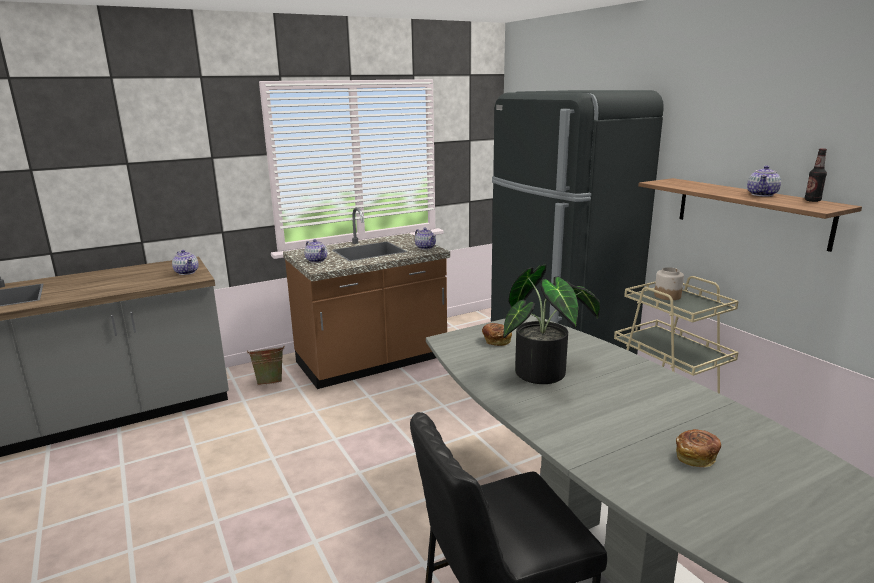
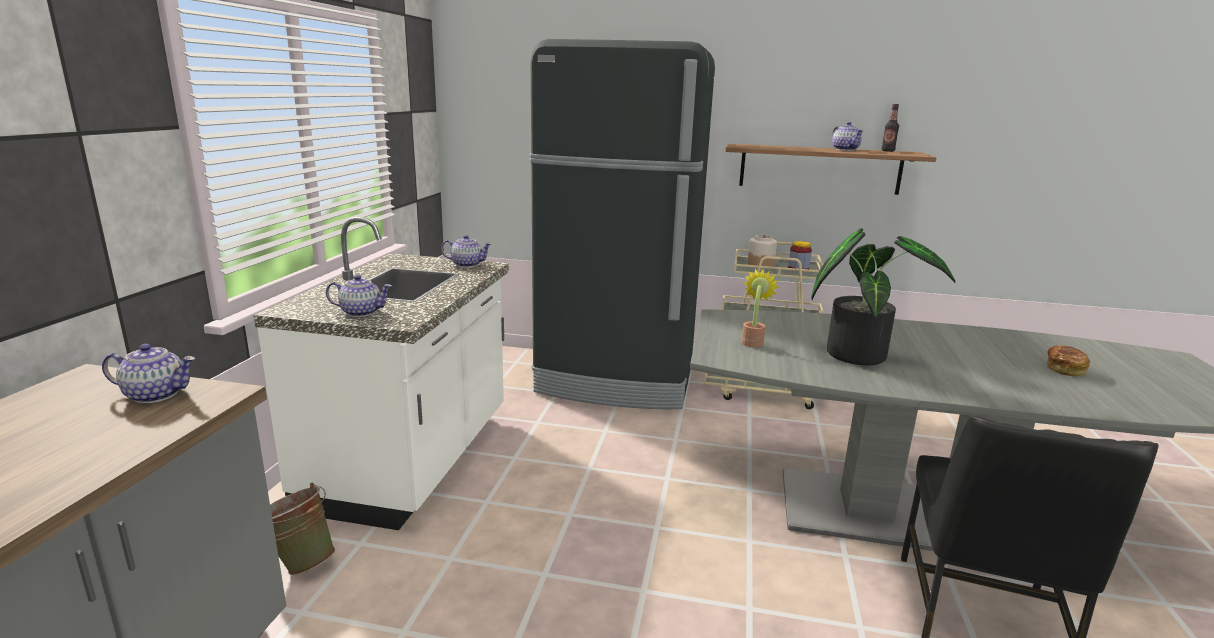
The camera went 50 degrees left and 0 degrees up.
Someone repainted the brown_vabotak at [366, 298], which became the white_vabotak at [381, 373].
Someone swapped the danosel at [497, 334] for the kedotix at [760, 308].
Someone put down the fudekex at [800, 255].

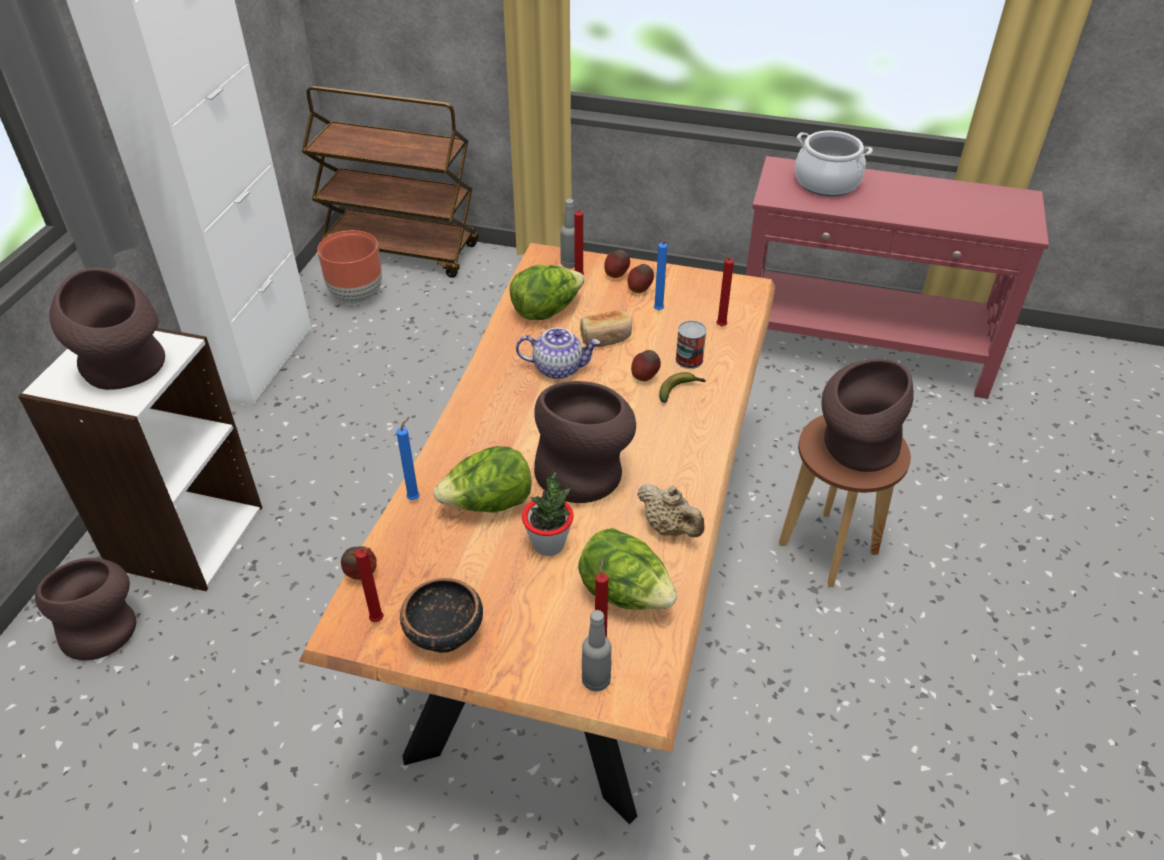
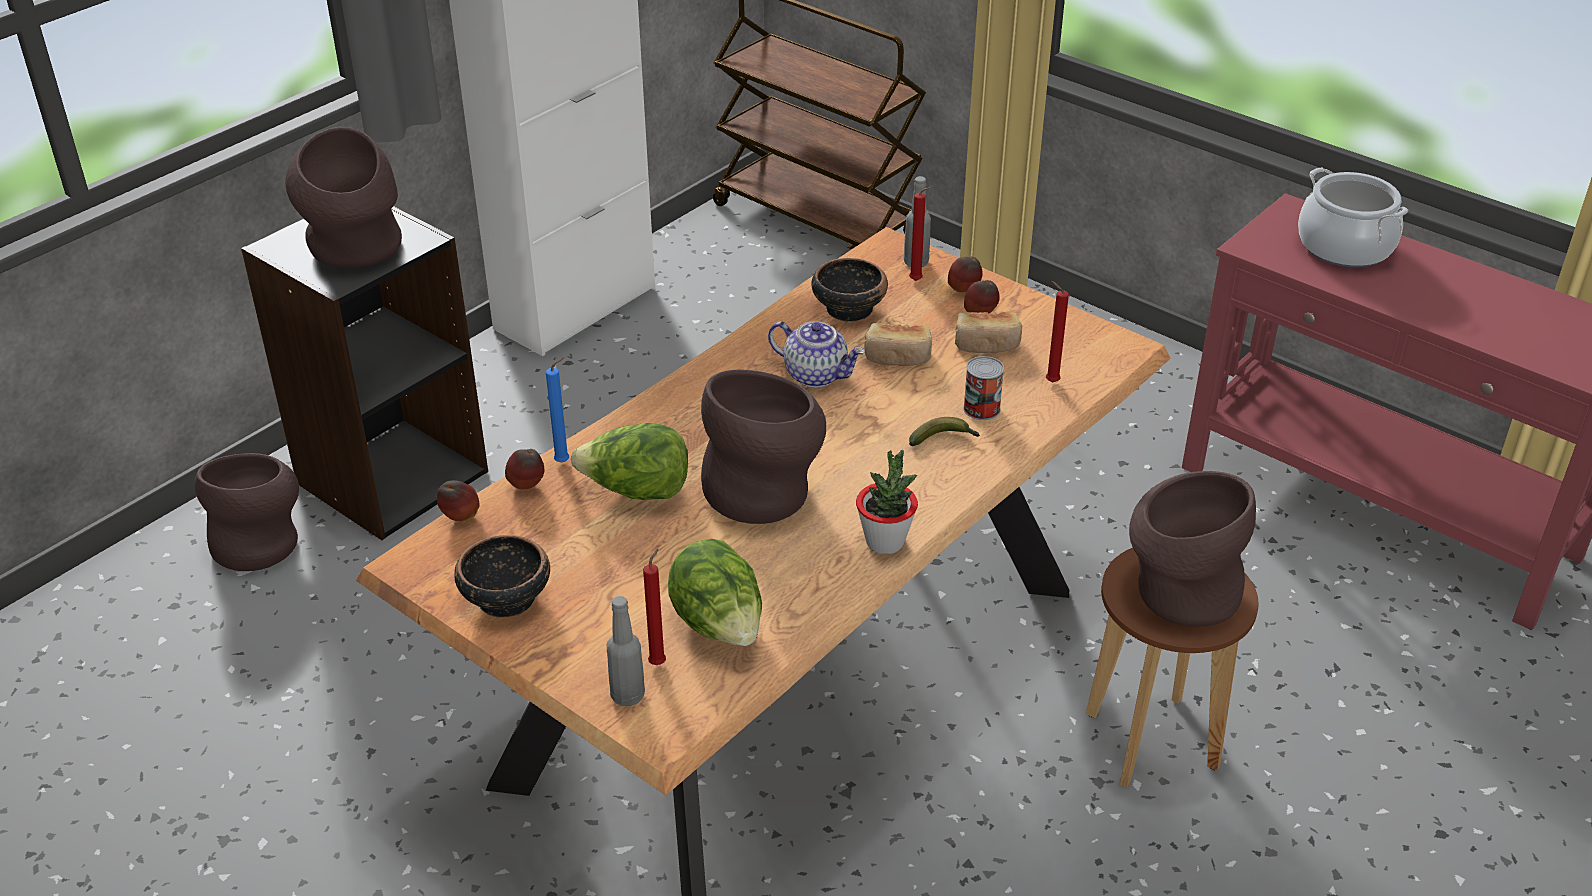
The camera went 25 degrees right and 5 degrees down.
Someone repainted the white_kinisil at [140, 459], which became the black_kinisil at [364, 373].
Someone took away the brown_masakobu at [349, 266].
Someone took away the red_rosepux at [369, 584].
Someone swapped the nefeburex at [546, 292] for the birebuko at [849, 289].
Someone carried the kedotix from [548, 514] to [887, 501].
Someone carried the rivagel from [646, 365] to [524, 469].
Someone took away the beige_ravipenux at [670, 510].
Someone swapped the blue_rosepux at [661, 275] for the danosel at [988, 332].

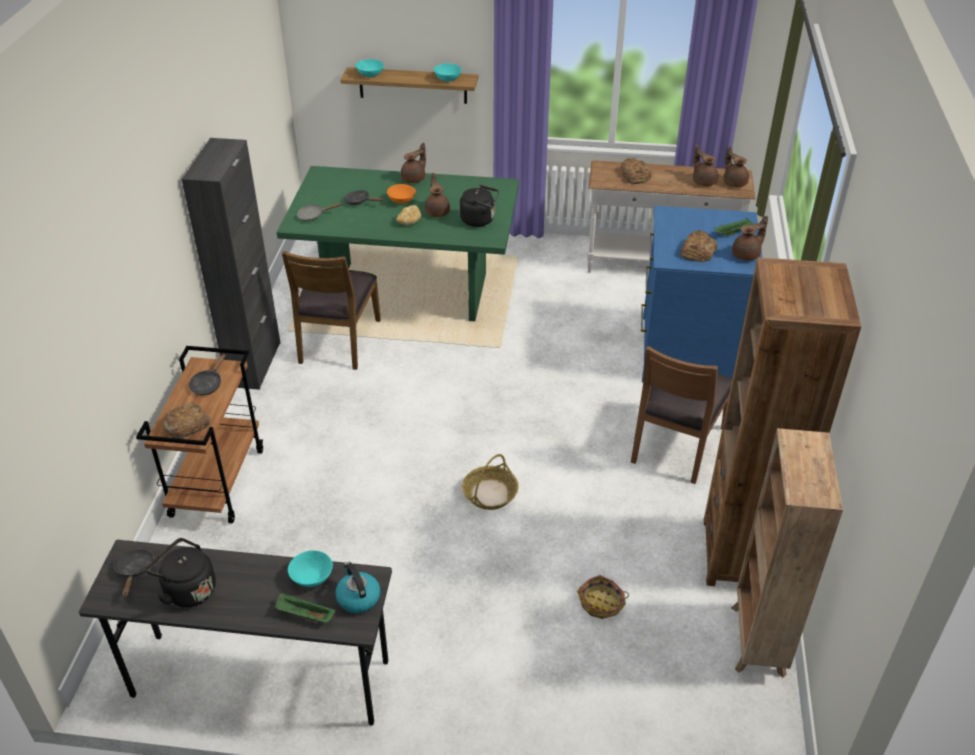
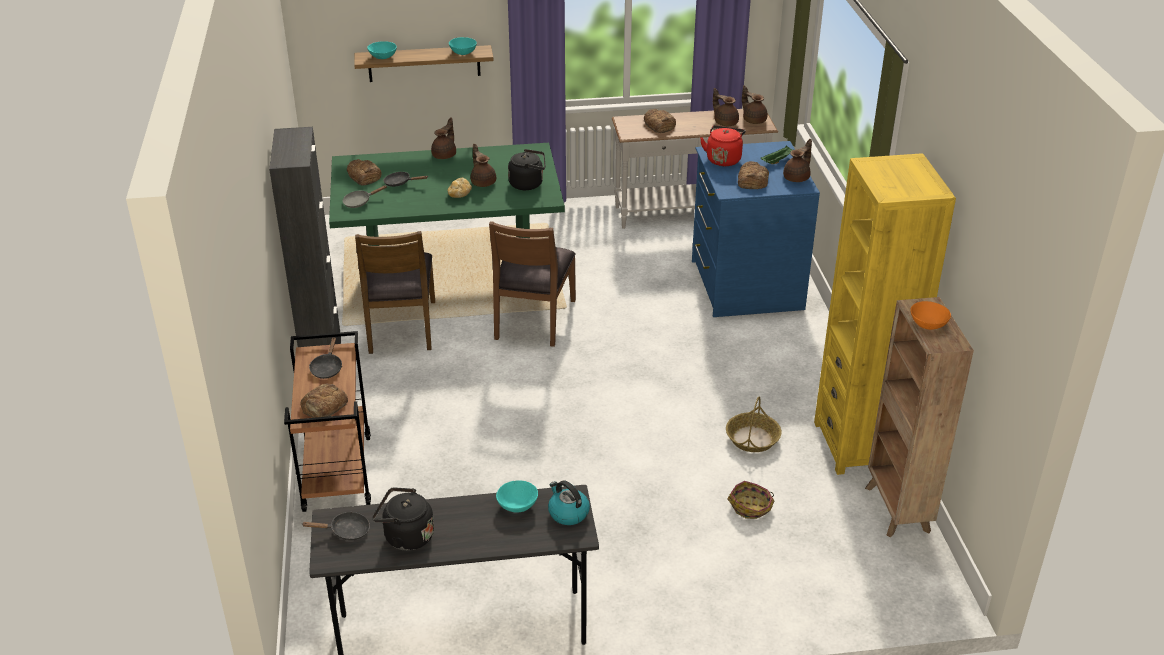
The camera went 15 degrees left and 5 degrees down.
Someone rotated the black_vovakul at [133, 573] by 105 degrees clockwise.
Someone took away the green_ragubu at [305, 607].
Someone carried the orange_birebuko from [401, 194] to [930, 315].
Someone carried the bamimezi from [490, 482] to [754, 424].
Someone carried the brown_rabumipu from [681, 415] to [532, 284].
Someone repainted the brown_kinisil at [782, 421], which became the yellow_kinisil at [885, 314].
Someone put down the danosel at [364, 172].
Someone put down the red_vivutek at [723, 145].

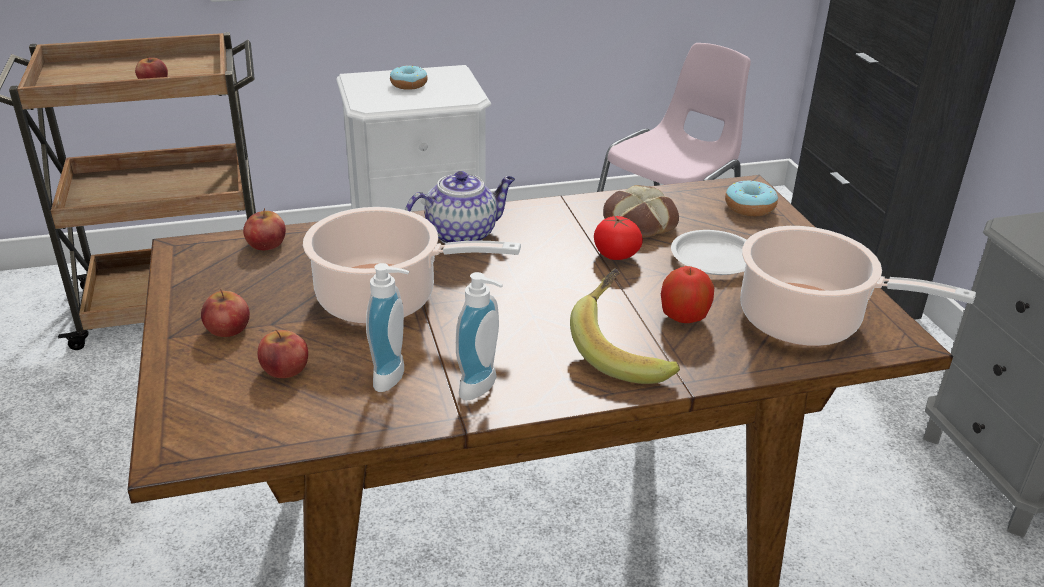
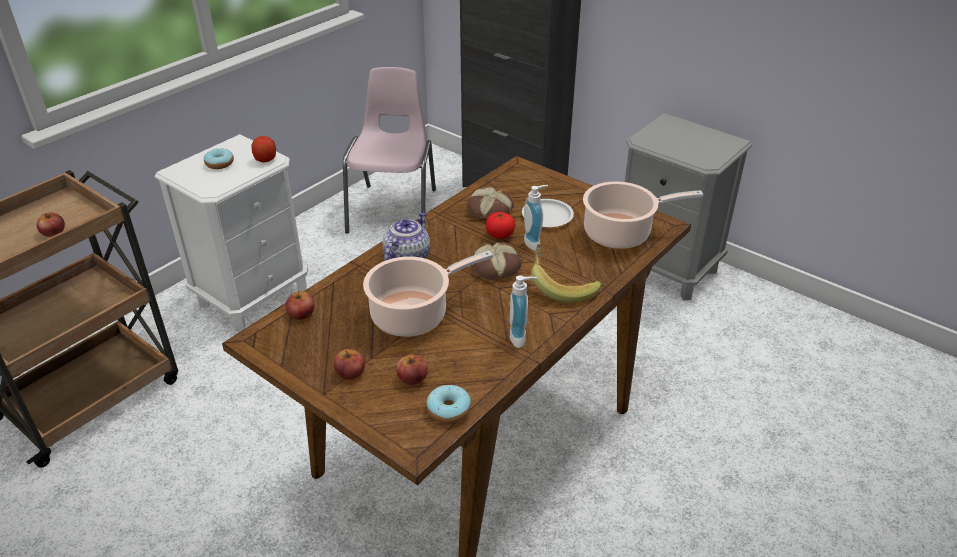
The camera went 35 degrees left and 5 degrees up.
Someone carried the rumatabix from [387, 327] to [536, 218].
Someone carried the rivagel from [687, 294] to [263, 149].
Someone carried the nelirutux from [751, 198] to [448, 404].
Someone put down the danosel at [497, 261].

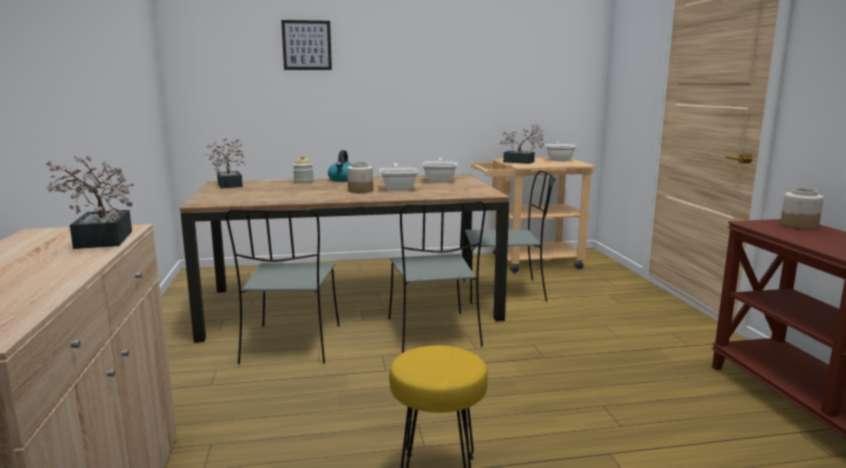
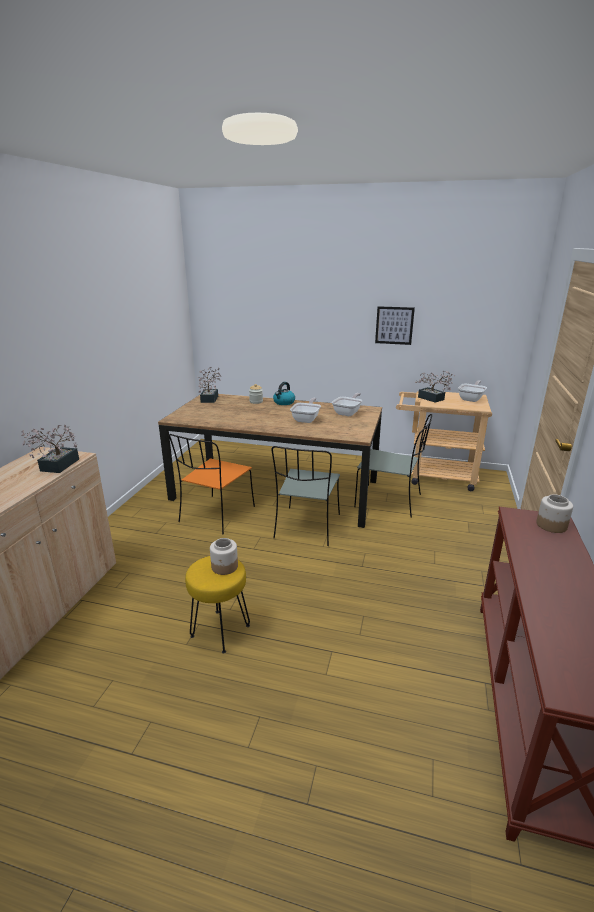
The camera went 25 degrees right and 10 degrees up.
Someone repainted the grey_rabumipu at [283, 286], which became the orange_rabumipu at [212, 484].
Someone carried the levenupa from [306, 45] to [395, 325].
Someone carried the fudekex from [360, 177] to [224, 556].

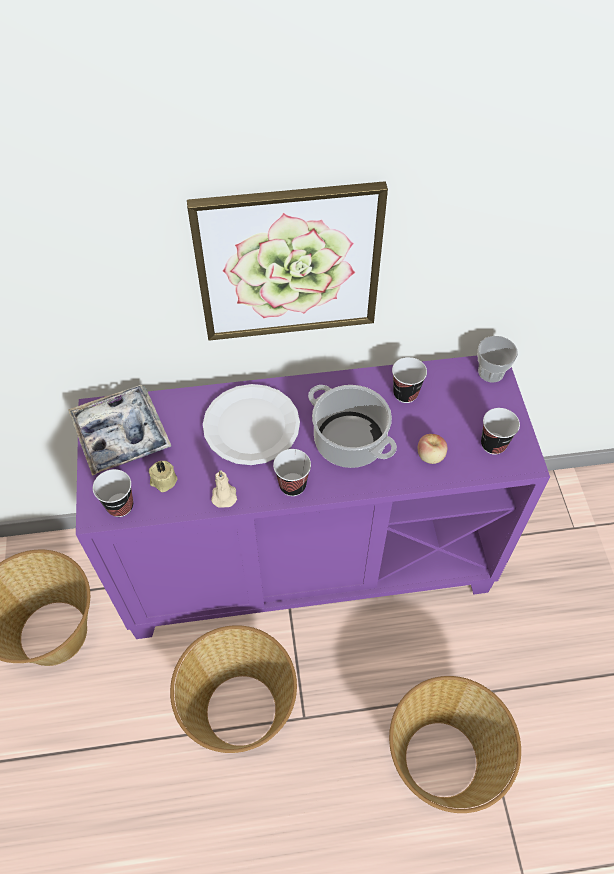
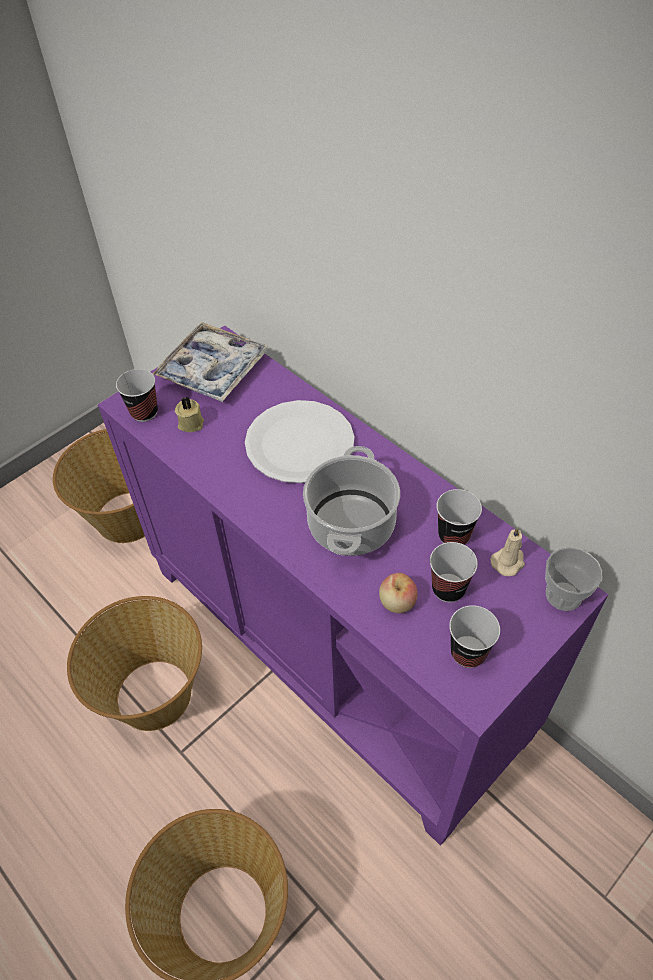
The camera went 55 degrees right and 5 degrees down.
Someone took away the levenupa at [287, 261].
Someone carried the beige_rosepux from [224, 489] to [507, 551].
Someone carried the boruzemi from [292, 472] to [454, 572].

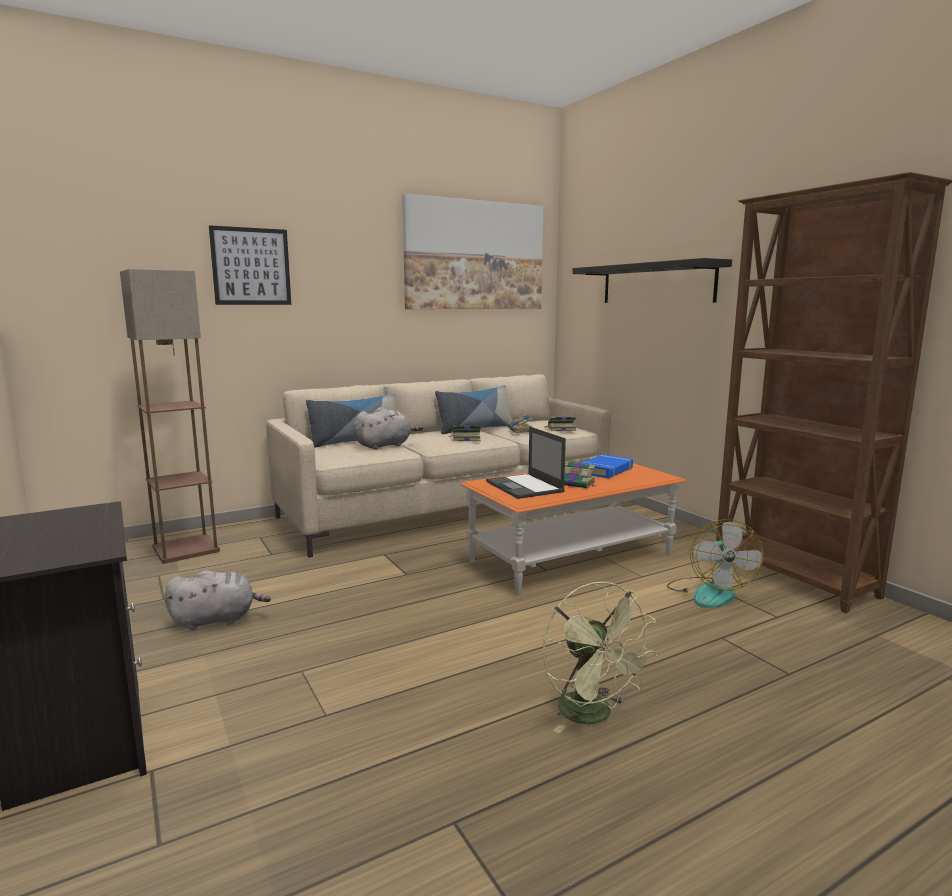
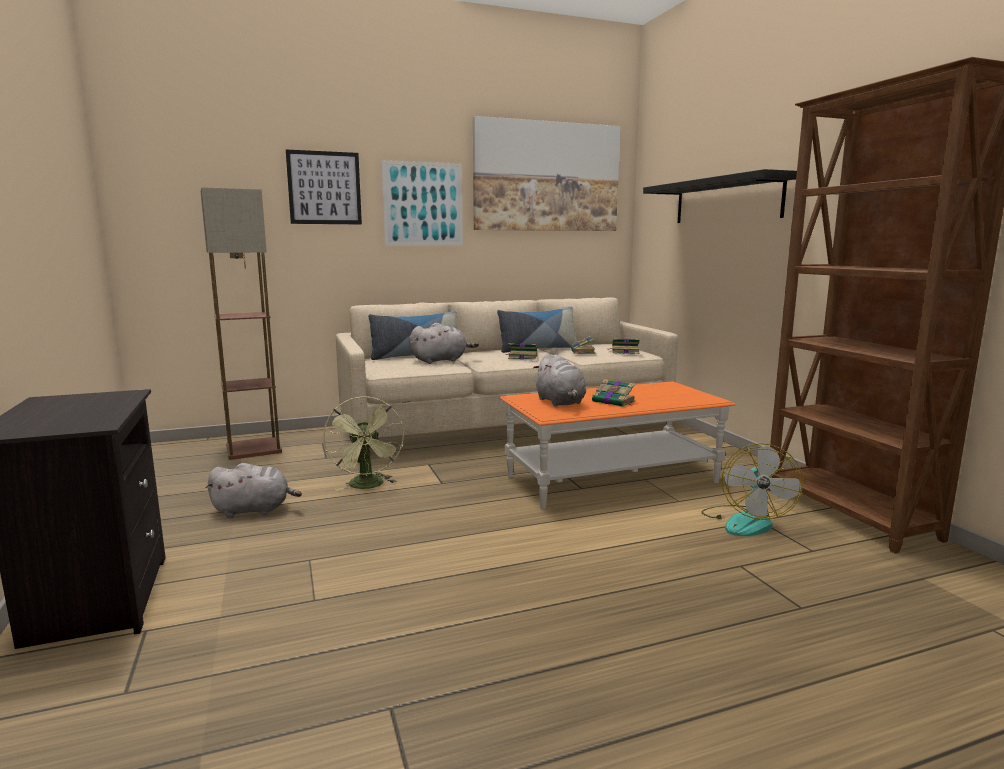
The camera went 10 degrees right and 0 degrees up.
Someone swapped the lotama at [526, 463] for the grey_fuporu at [559, 380].
Someone carried the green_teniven from [600, 657] to [363, 443].
Someone took away the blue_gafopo at [607, 466].
Someone put up the levenupa at [422, 203].

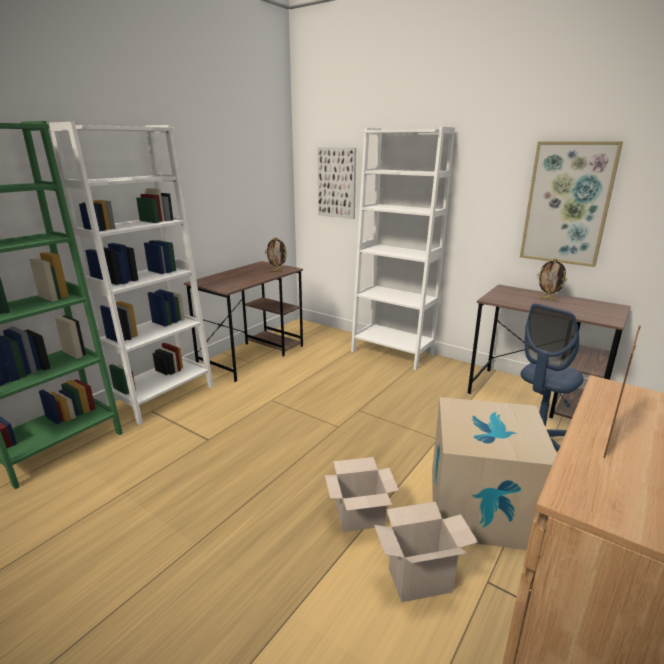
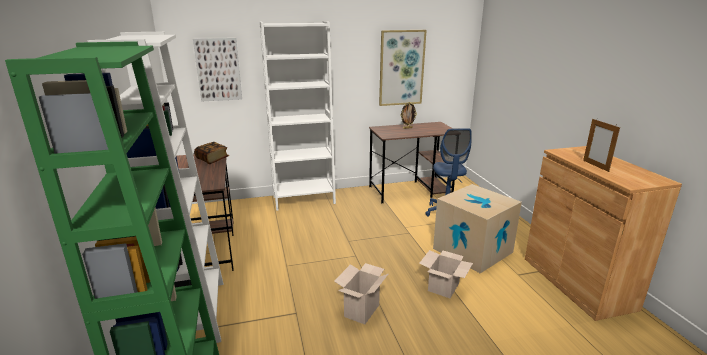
The camera went 50 degrees left and 0 degrees up.
Someone swapped the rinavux at [276, 254] for the gafopo at [211, 153].
Someone carried the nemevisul from [426, 552] to [361, 293].

